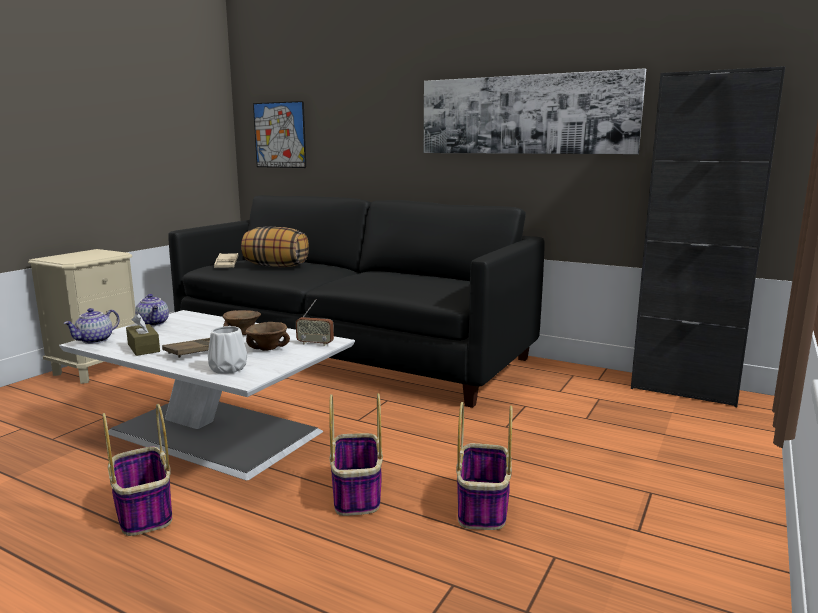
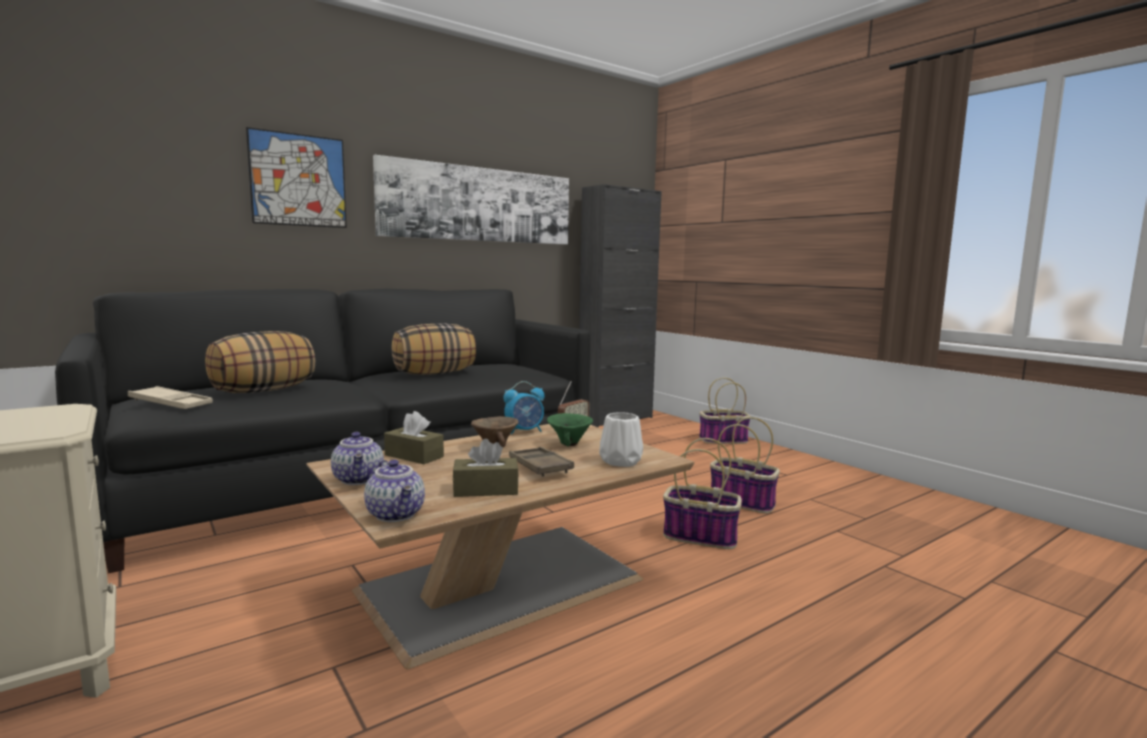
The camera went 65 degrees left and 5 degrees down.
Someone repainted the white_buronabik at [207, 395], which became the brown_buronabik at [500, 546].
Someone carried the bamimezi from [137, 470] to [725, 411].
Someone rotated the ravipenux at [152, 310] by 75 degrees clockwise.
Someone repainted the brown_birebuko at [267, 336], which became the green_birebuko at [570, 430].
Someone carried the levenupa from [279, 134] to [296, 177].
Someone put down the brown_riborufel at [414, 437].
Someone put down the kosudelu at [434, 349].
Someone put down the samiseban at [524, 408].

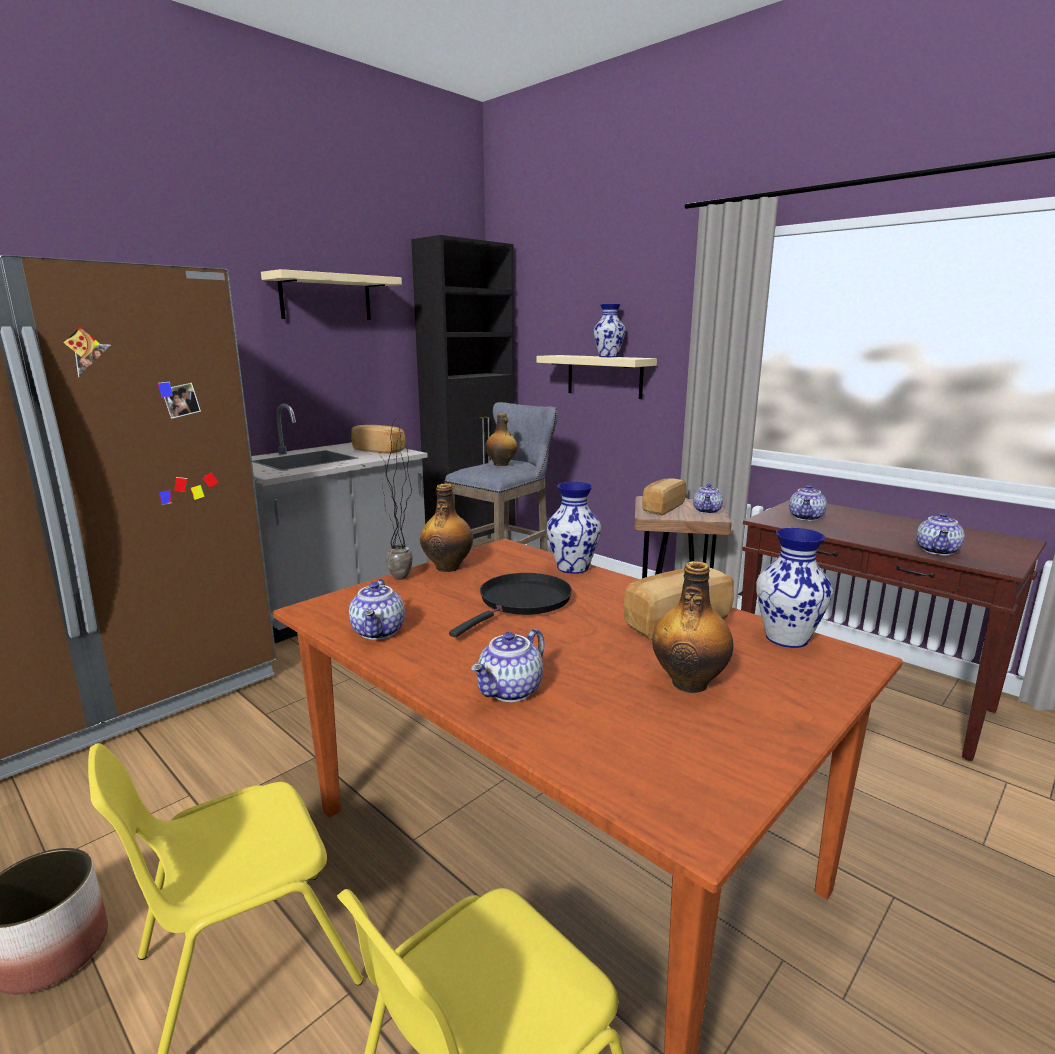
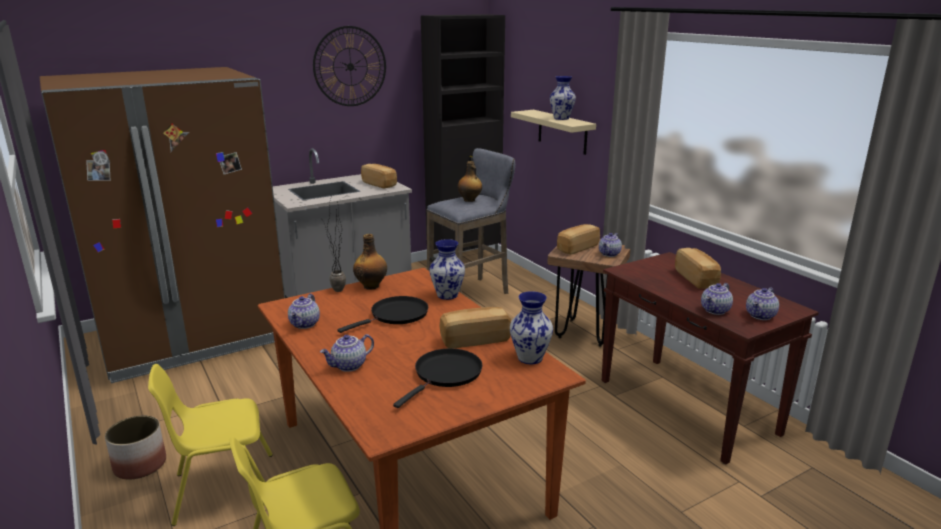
The camera went 15 degrees right and 5 degrees up.
Someone swapped the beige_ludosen at [331, 294] for the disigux at [349, 66].
Someone swapped the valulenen at [692, 627] for the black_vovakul at [437, 378].
Someone carried the ravipenux from [808, 503] to [762, 303].
Someone put down the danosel at [698, 268].

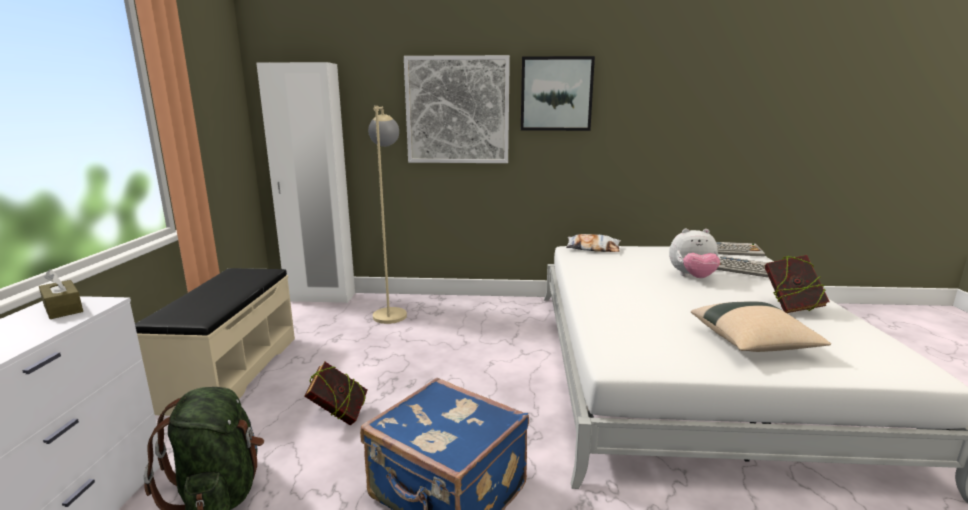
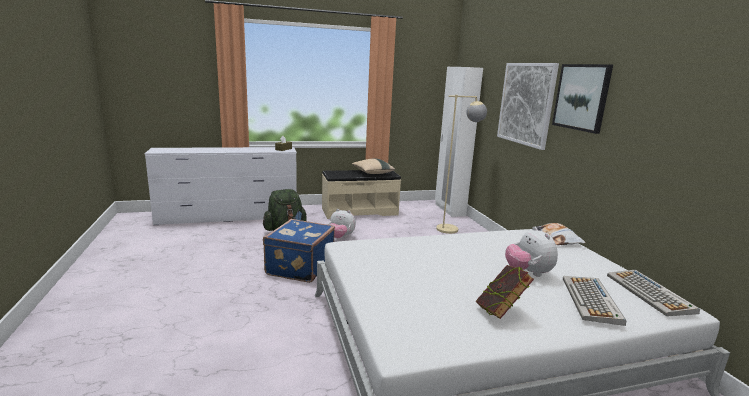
The camera went 70 degrees right and 0 degrees up.
Someone swapped the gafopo at [336, 393] for the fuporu at [342, 223].
Someone carried the beige_kosudelu from [761, 326] to [373, 166].

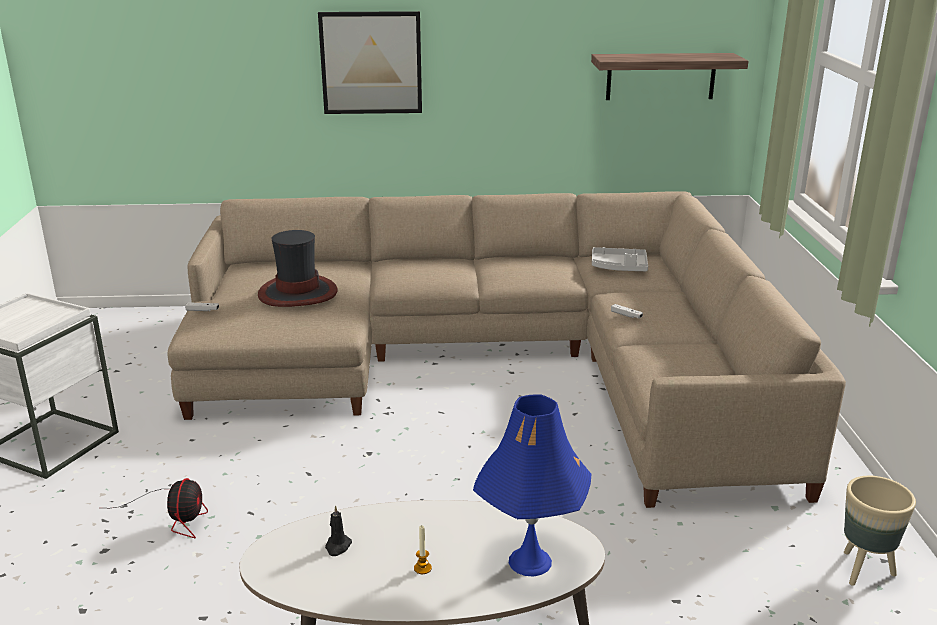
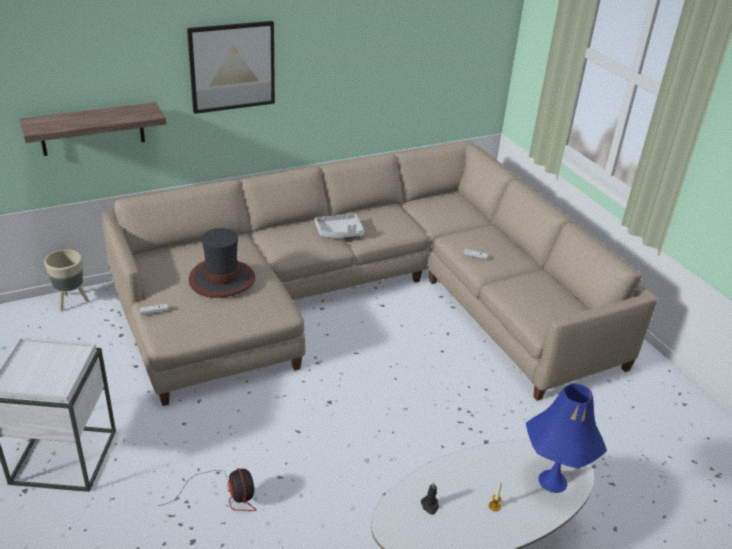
The camera went 25 degrees left and 10 degrees up.
Someone carried the ludosen from [669, 76] to [92, 129].
Someone carried the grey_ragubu from [620, 259] to [339, 226].
Someone carried the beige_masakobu from [880, 531] to [66, 280].

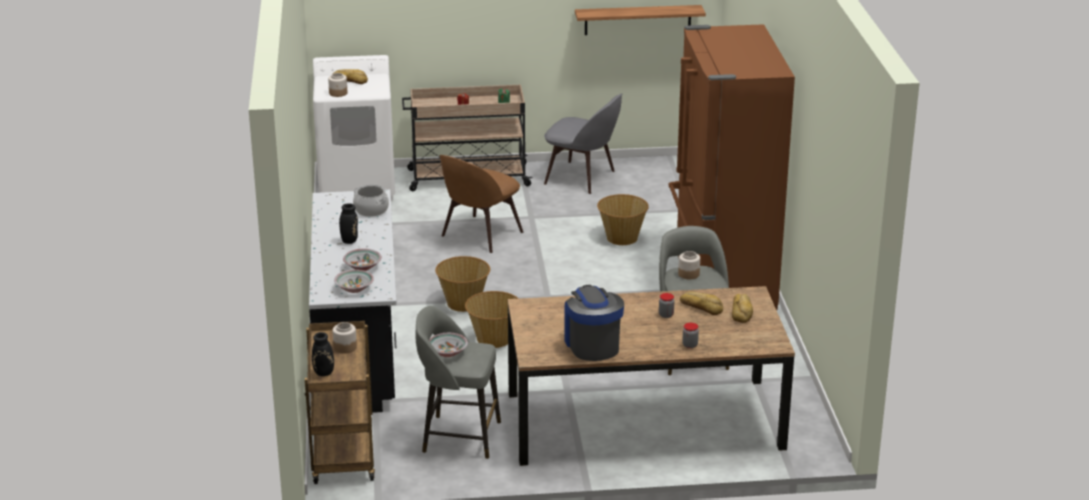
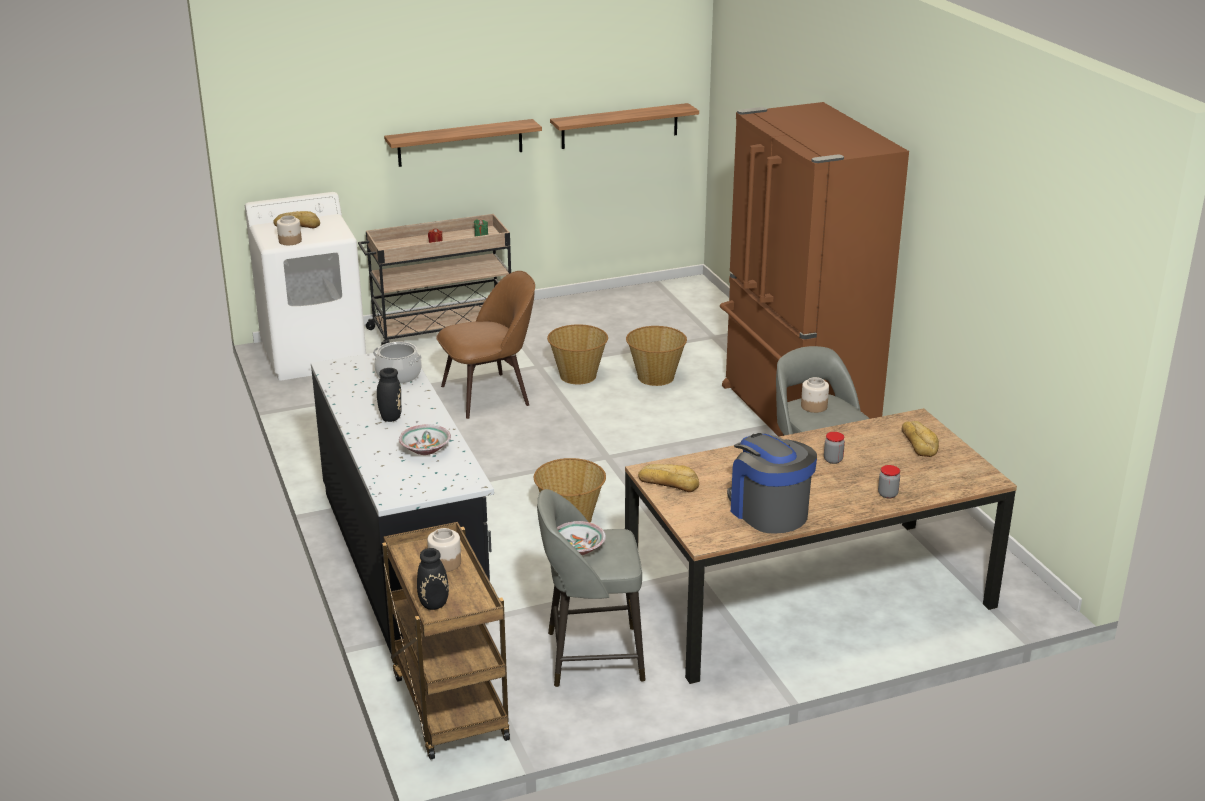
The camera went 15 degrees left and 0 degrees up.
Someone took away the birebuko at [354, 281].
Someone carried the bamimezi from [462, 284] to [577, 354].
Someone rotated the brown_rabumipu at [481, 204] by 135 degrees counterclockwise.
Someone took away the grey_rabumipu at [583, 144].
Someone carried the danosel from [701, 303] to [668, 478].
Someone put up the ludosen at [463, 143].

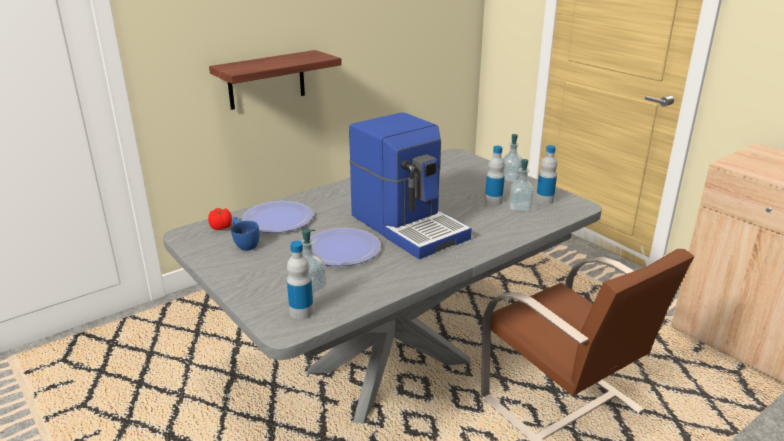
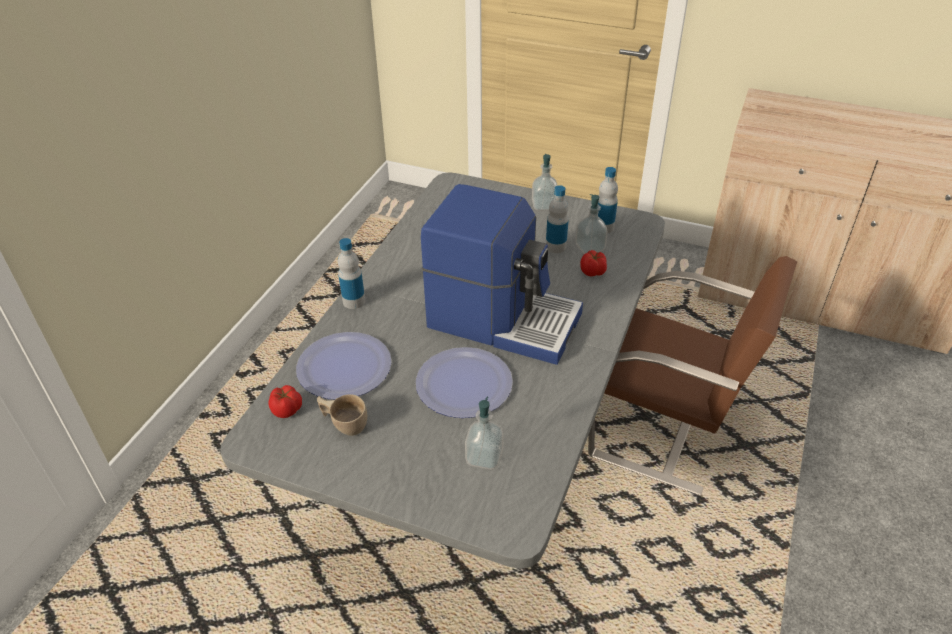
The camera went 30 degrees left and 15 degrees up.
Someone took away the ludosen at [275, 80].
Someone repainted the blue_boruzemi at [245, 234], which became the beige_boruzemi at [342, 415].
Someone carried the valulenen from [300, 280] to [351, 273].
Someone put down the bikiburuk at [593, 263].

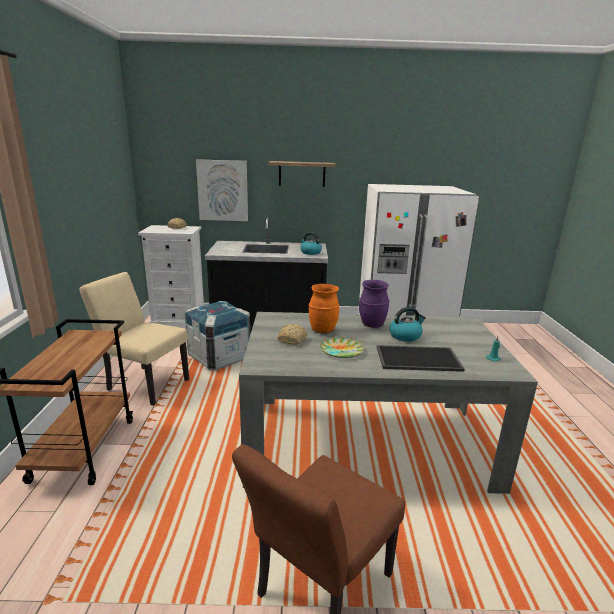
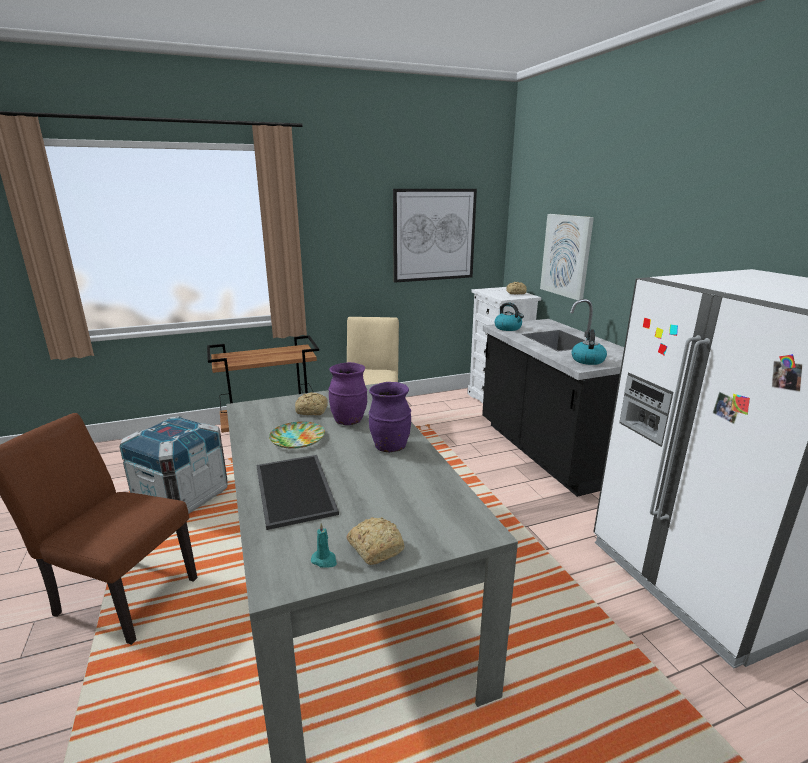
The camera went 70 degrees right and 0 degrees up.
Someone carried the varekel from [217, 335] to [173, 464].
Someone took away the ludosen at [302, 174].
Someone repainted the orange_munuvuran at [324, 309], which became the purple_munuvuran at [347, 393].
Someone carried the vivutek from [407, 324] to [509, 316].
Someone put down the danosel at [376, 541].
Someone put up the levenupa at [435, 235].

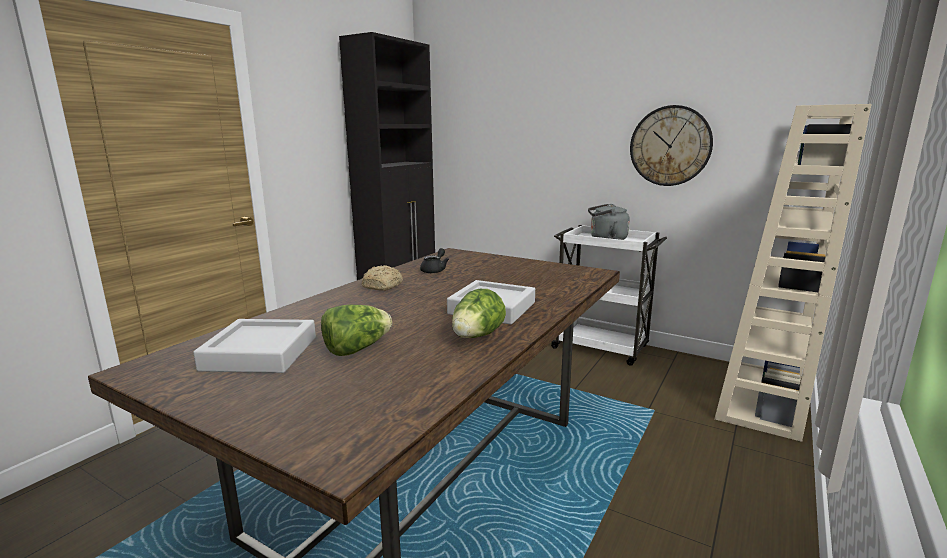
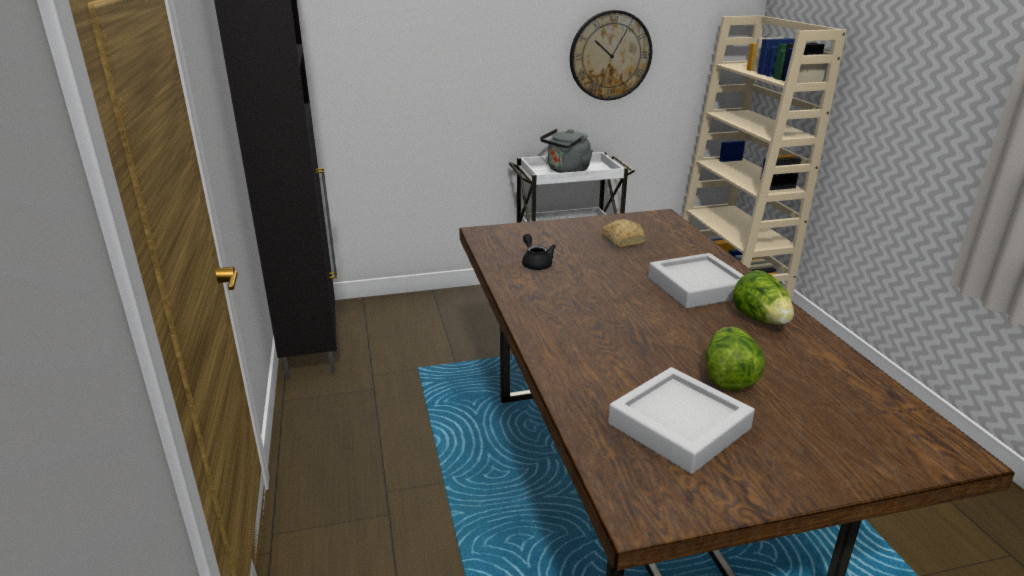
The camera went 45 degrees left and 10 degrees up.
Someone carried the danosel from [382, 278] to [623, 233].

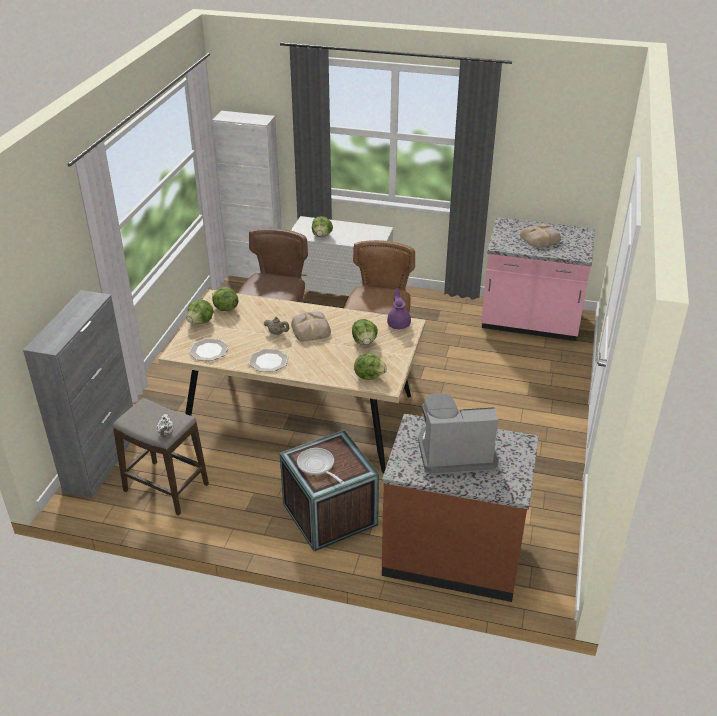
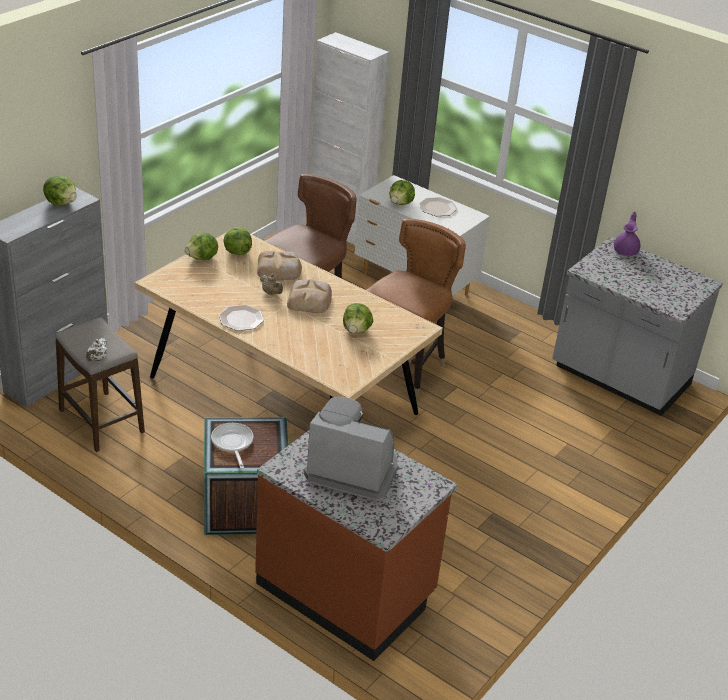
The camera went 20 degrees right and 0 degrees up.
Someone carried the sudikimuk from [209, 349] to [438, 206].
Someone carried the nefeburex from [370, 366] to [60, 191].
Someone carried the purple_ravipenux from [399, 308] to [627, 234].
Someone repainted the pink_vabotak at [538, 279], which became the grey_vabotak at [637, 326].
Someone carried the danosel from [540, 235] to [279, 265].

